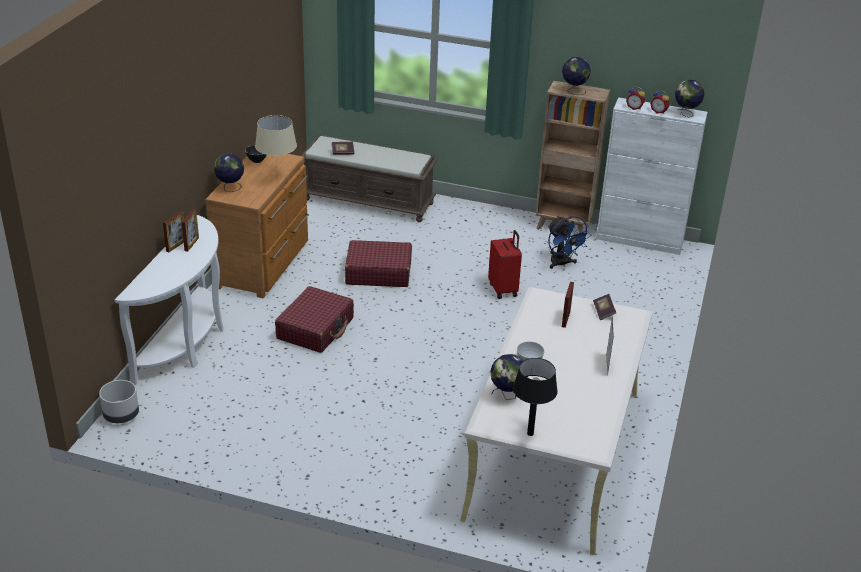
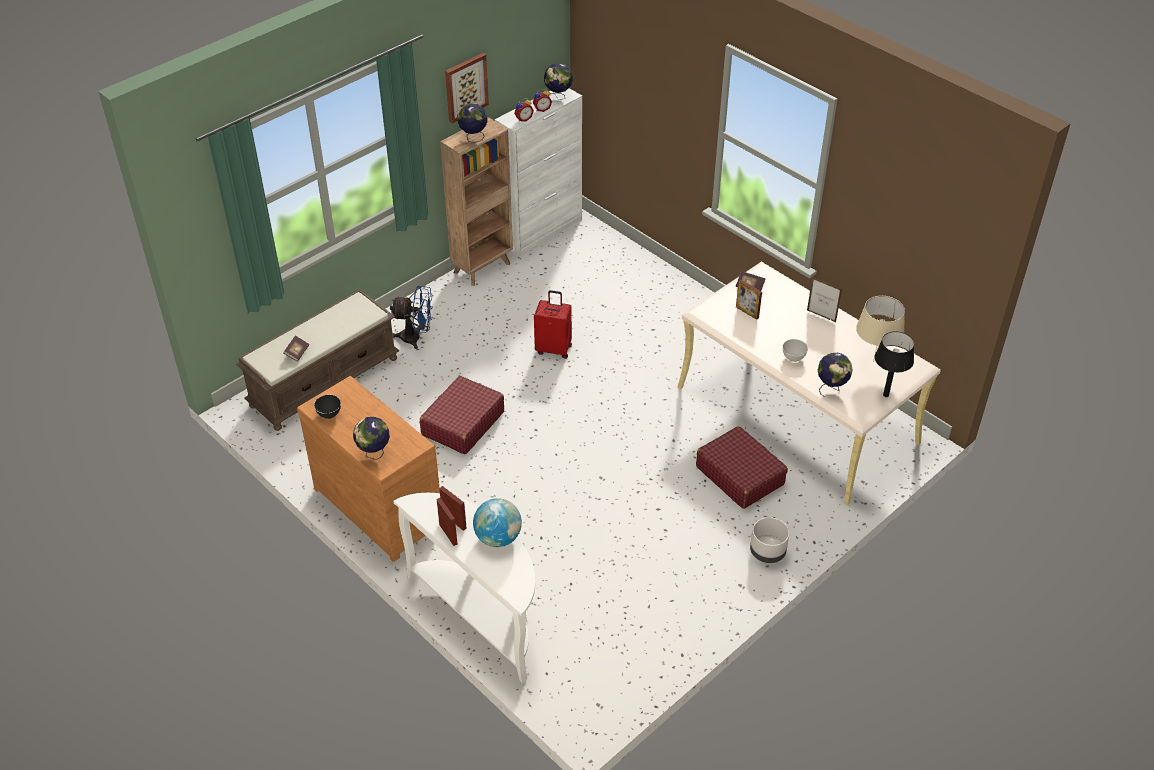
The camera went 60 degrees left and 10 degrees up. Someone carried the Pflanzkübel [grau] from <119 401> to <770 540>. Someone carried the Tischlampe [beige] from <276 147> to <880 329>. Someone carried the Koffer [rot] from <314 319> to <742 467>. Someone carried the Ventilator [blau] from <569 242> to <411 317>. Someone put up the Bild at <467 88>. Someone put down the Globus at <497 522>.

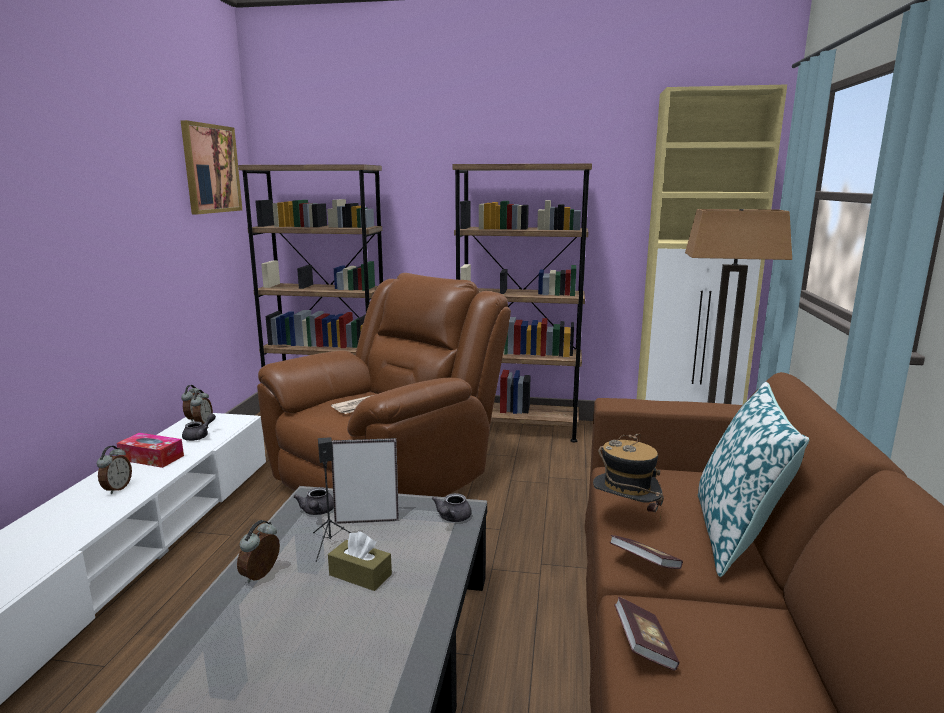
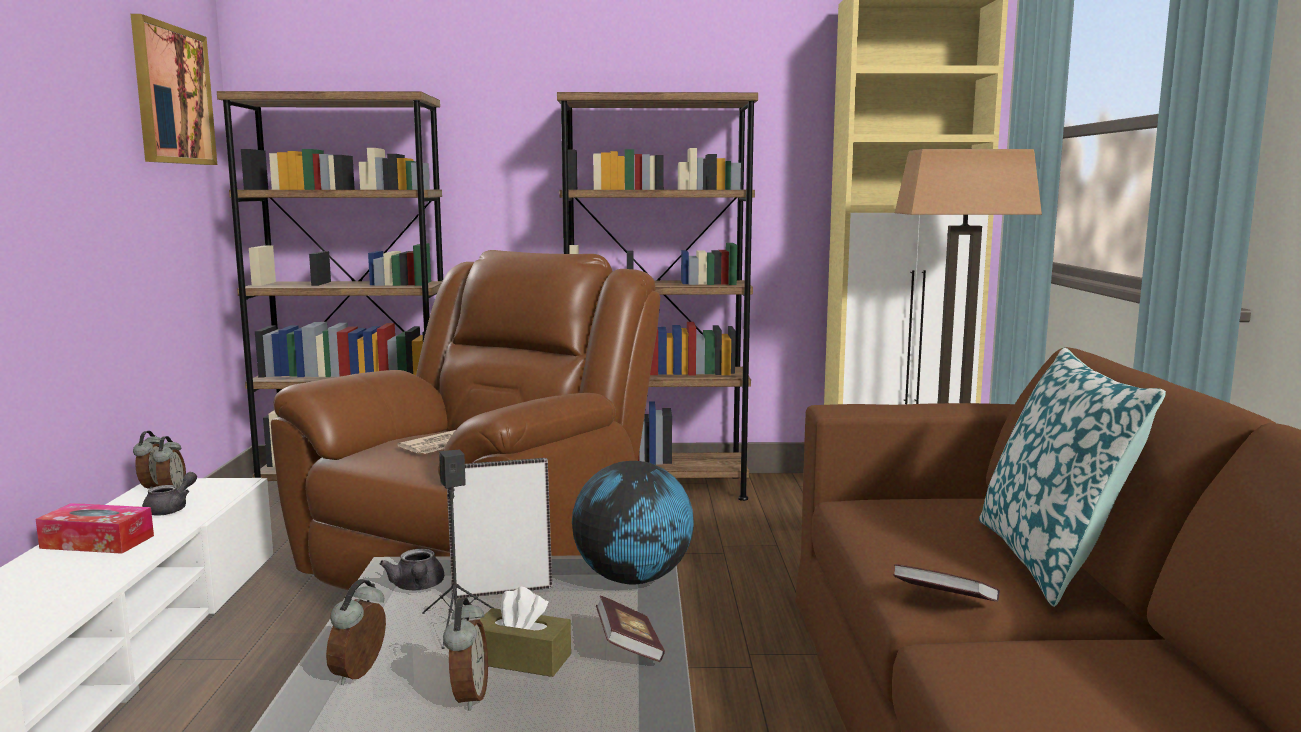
The camera went 10 degrees left and 5 degrees down. Someone carried the Wecker from <114 470> to <465 653>. Someone swapped the Teekanne [grau] at <452 507> for the Globus at <633 523>. Someone took away the Hut at <628 477>. Someone carried the Buch from <646 634> to <630 629>.

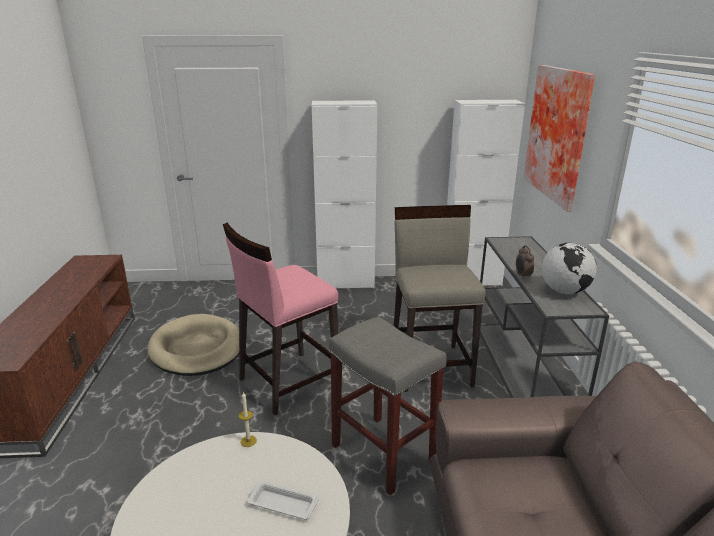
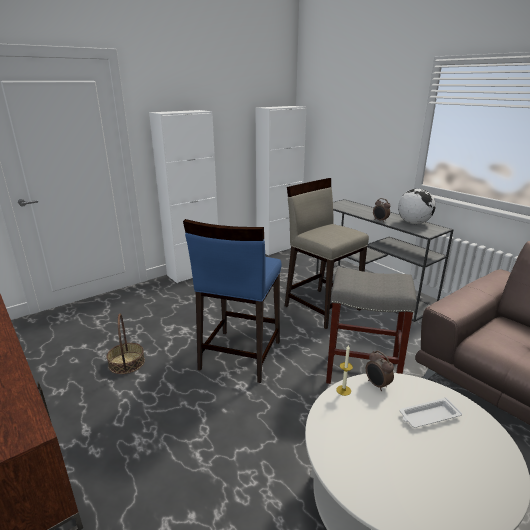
The camera went 35 degrees left and 0 degrees up. Someone swapped the Hundebett [beige] at <193 345> for the Korb at <126 344>. Someone repainted the Hocker [rosa] at <280 319>, which became the Hocker [blau] at <232 301>. Someone took away the Bild at <559 138>. Someone put down the Wecker at <380 370>.

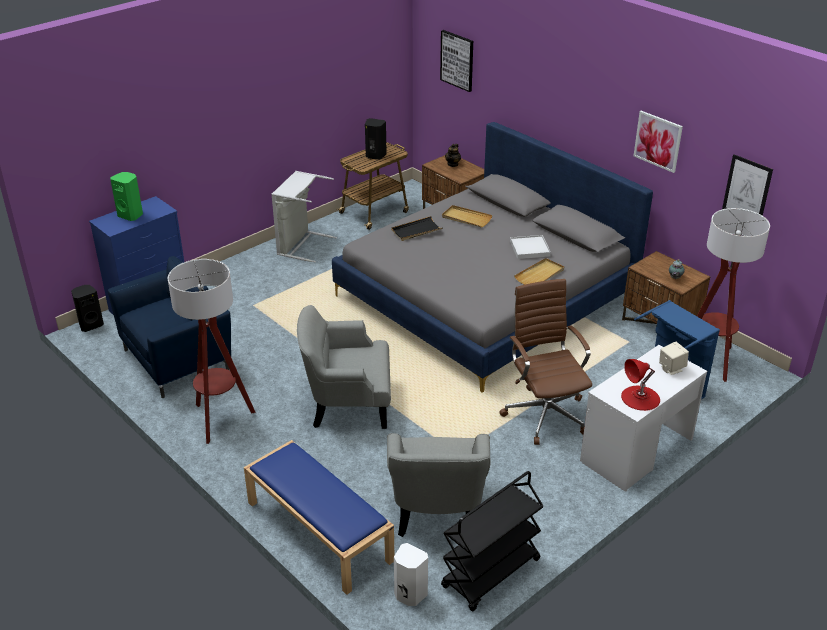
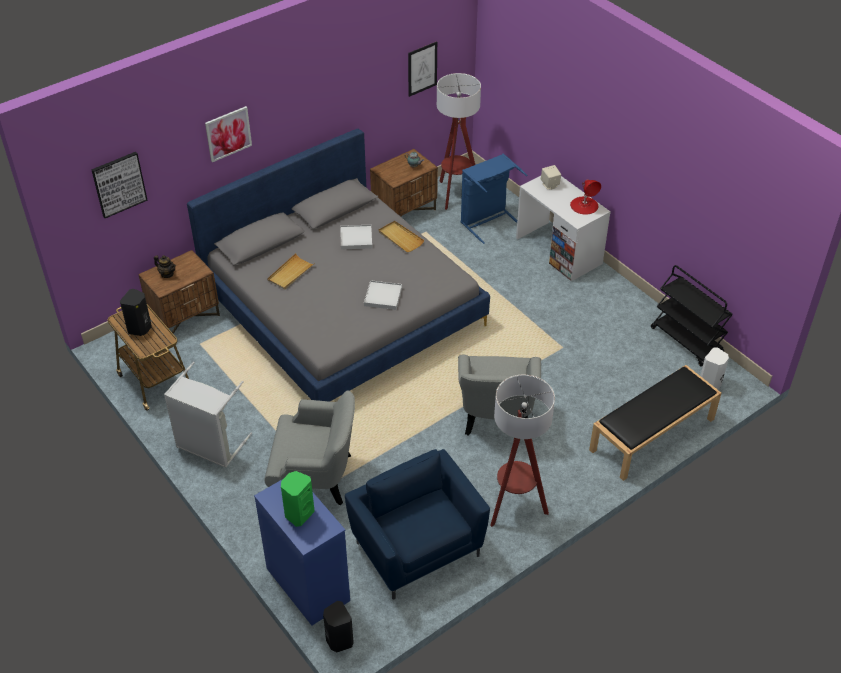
The camera went 85 degrees left and 10 degrees up. Someone repainted the Bank [blau] at <319 517>, which became the Bank [schwarz] at <655 423>. Someone carried the Sessel [grau] from <438 485> to <309 447>. Someone took away the Tablett [schwarz] at <417 228>. Someone took away the Bürostuhl [braun] at <545 362>. Someone carried the Bild from <658 142> to <228 134>. Someone put down the Tablett [weiß] at <383 295>.

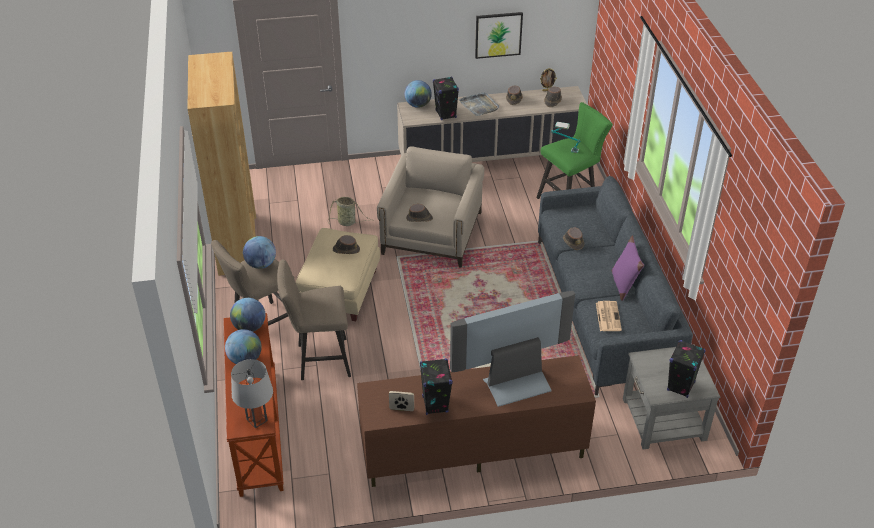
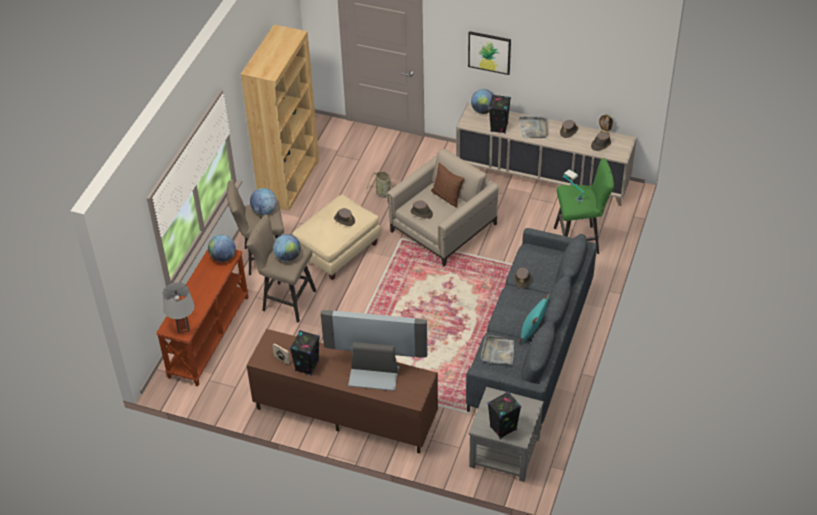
The camera went 30 degrees right and 5 degrees up. Someone carried the Globus from <243 346> to <287 248>. Someone carried the Bild from <499 35> to <489 53>. Someone swapped the Zeitung at <609 316> for the Tablett [grau] at <497 350>. Someone repainted the Kissen [lila] at <627 268>, which became the Kissen [türkis] at <535 318>. Someone put down the Kissen [braun] at <448 185>.

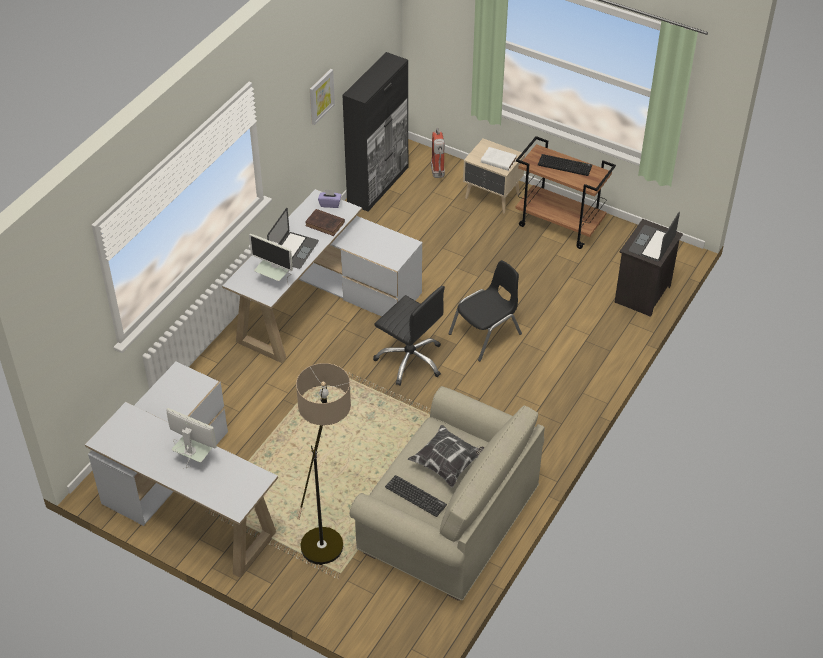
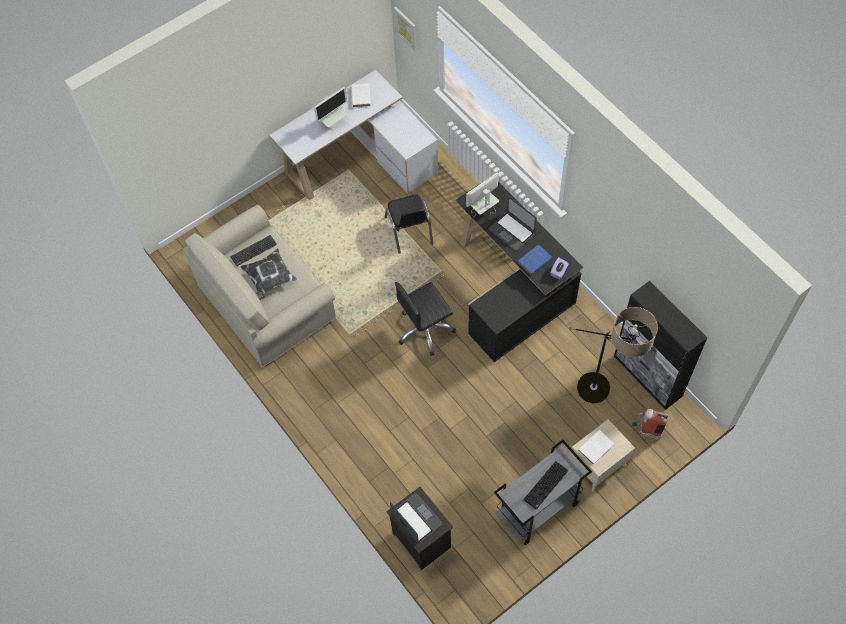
The camera went 115 degrees right and 15 degrees up. Someone repainted the Schreibtisch [weiß] at <322 276>, which became the Schreibtisch [schwarz] at <519 270>. Someone carried the Stehlampe from <323 464> to <613 355>. Someone repainted the Buch [braun] at <325 222>, which became the Buch [blau] at <535 259>. Someone carried the Bild from <322 97> to <405 29>. Someone carried the Stuhl [schwarz] from <485 310> to <409 224>. Someone repainted the Rollwagen [braun] at <566 192>, which became the Rollwagen [grau] at <543 492>. Someone put down the Buch [weiß] at <361 95>.

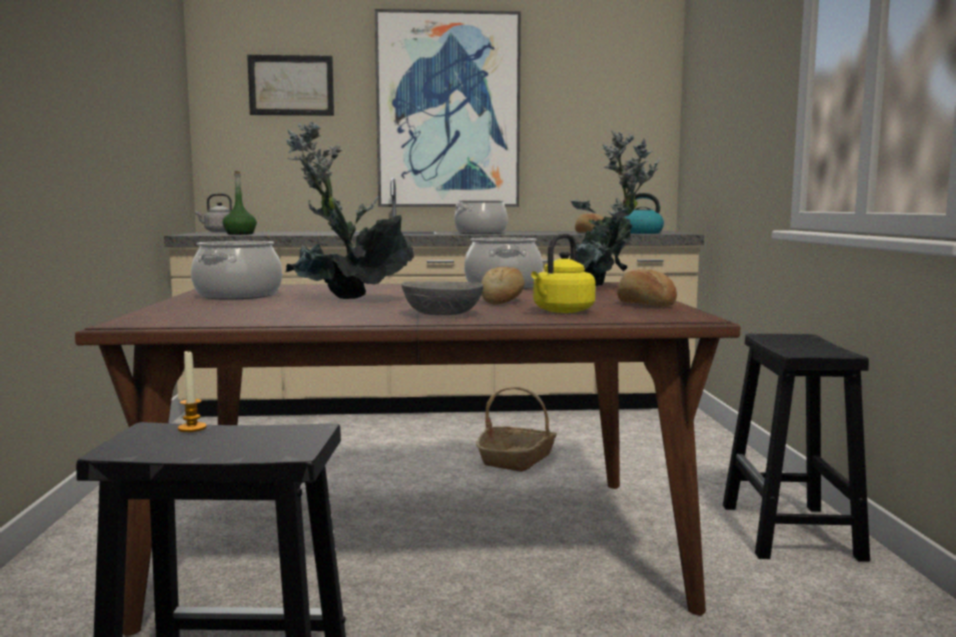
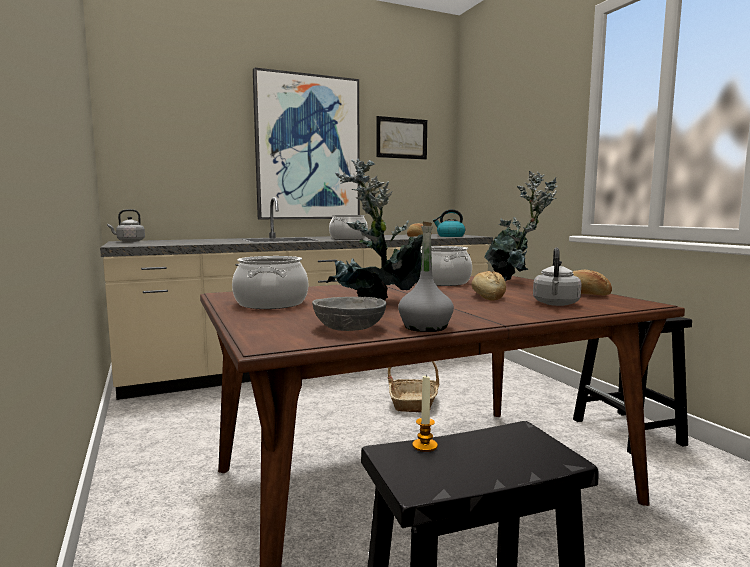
The camera went 20 degrees left and 0 degrees up. Someone took away the Flasche [grün] at <240 203>. Someone carried the Bild from <290 85> to <401 137>. Someone carried the Schüssel [grau] from <442 298> to <349 314>. Someone repainted the Wasserkessel [gelb] at <563 273>, which became the Wasserkessel [grau] at <557 277>. Someone put down the Flasche [grau] at <426 277>.

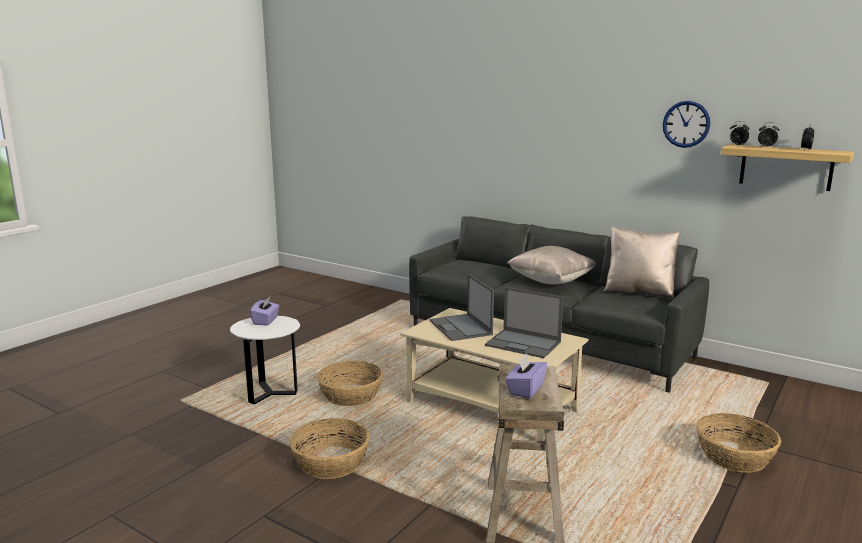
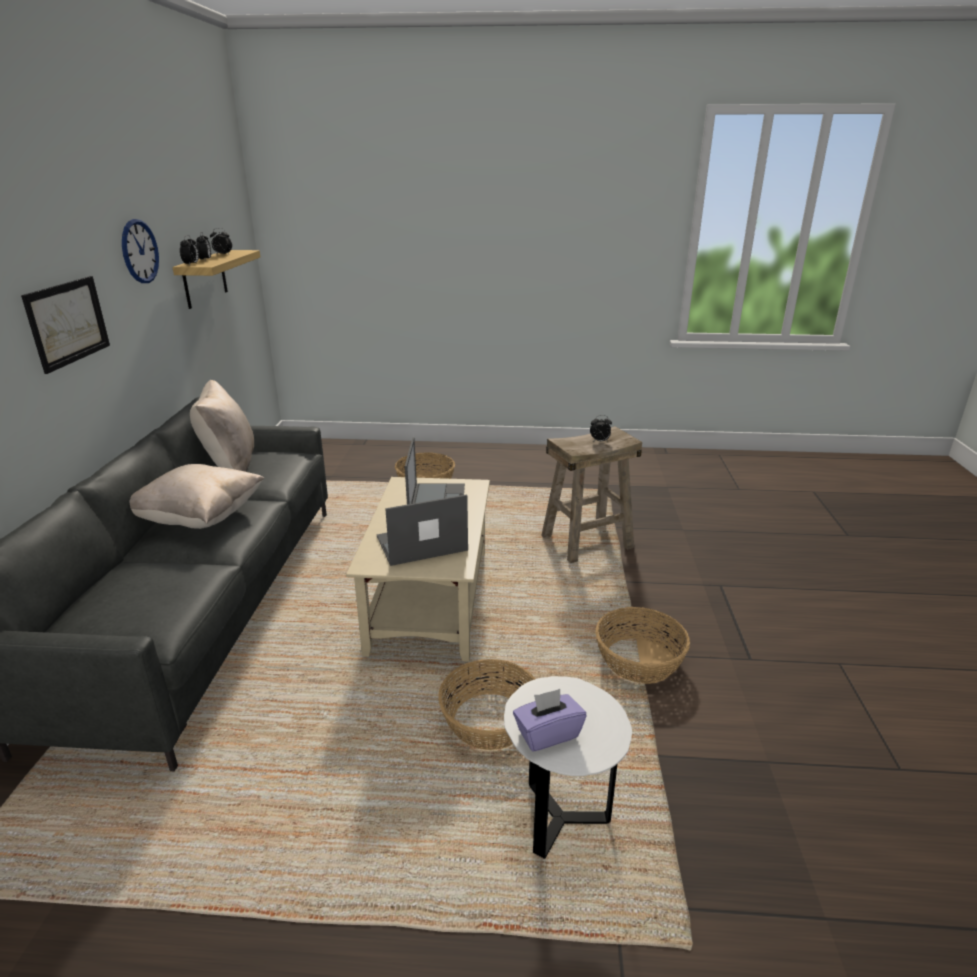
The camera went 120 degrees left and 10 degrees up. Someone rotated the Laptop at <461 307> by 150 degrees counterclockwise. Someone swapped the Taschentuchbox [lila] at <526 376> for the Wecker at <601 428>. Someone put up the Bild at <65 325>.

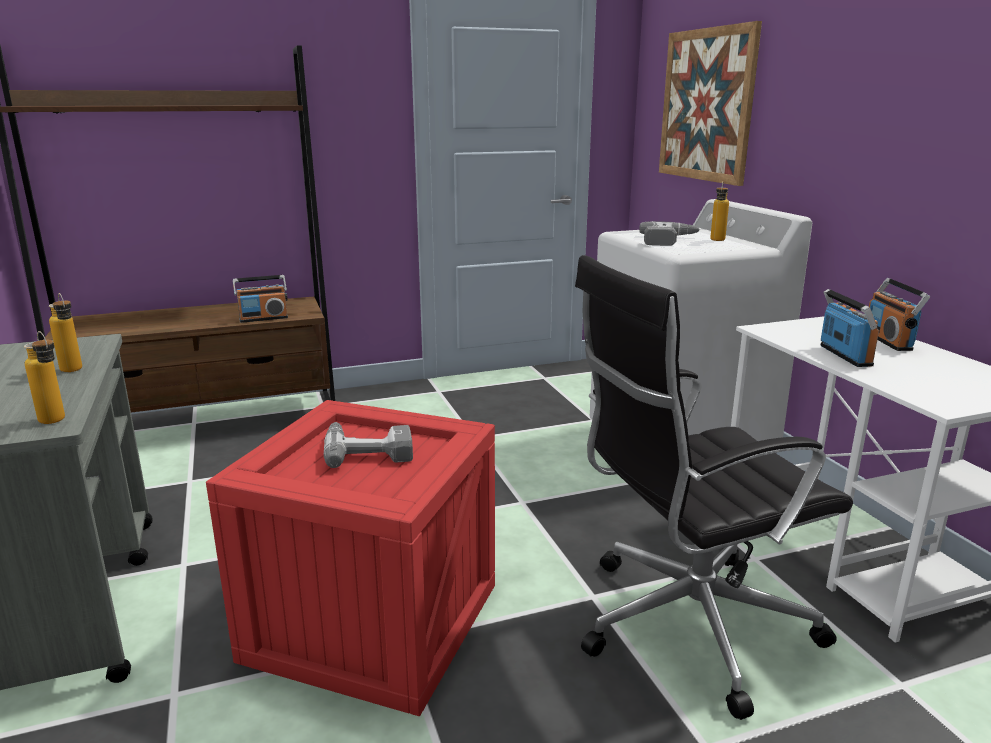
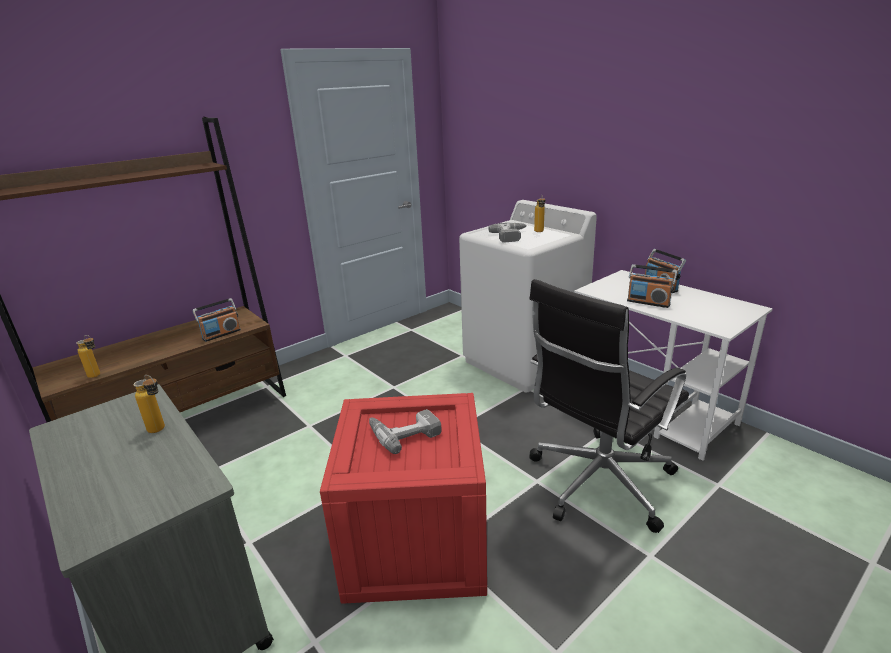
The camera went 20 degrees left and 5 degrees up. Someone carried the Flasche from <44 377> to <88 356>. Someone took away the Bild at <710 103>. Someone rotated the Radio at <849 328> by 150 degrees clockwise.

